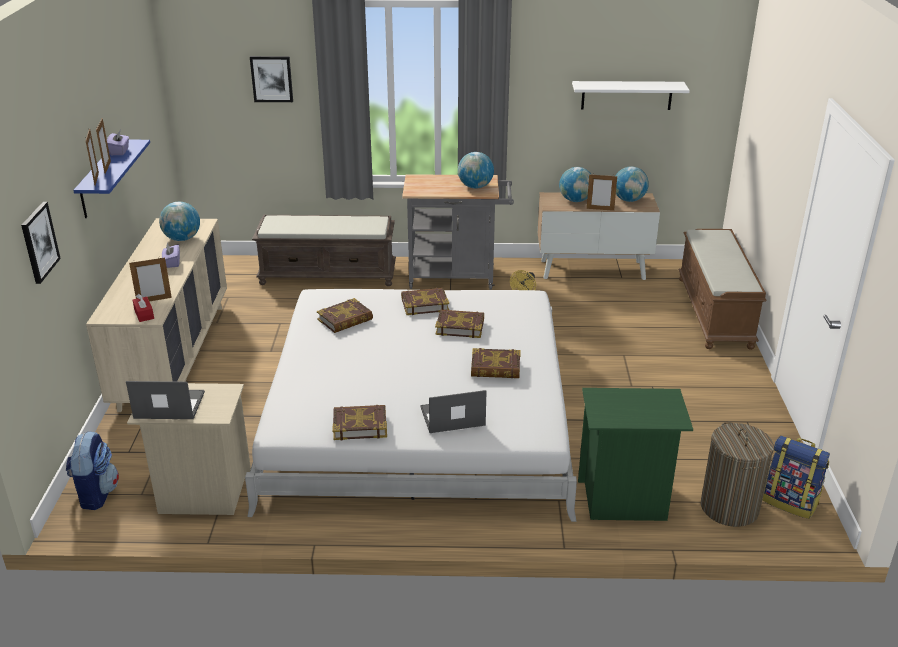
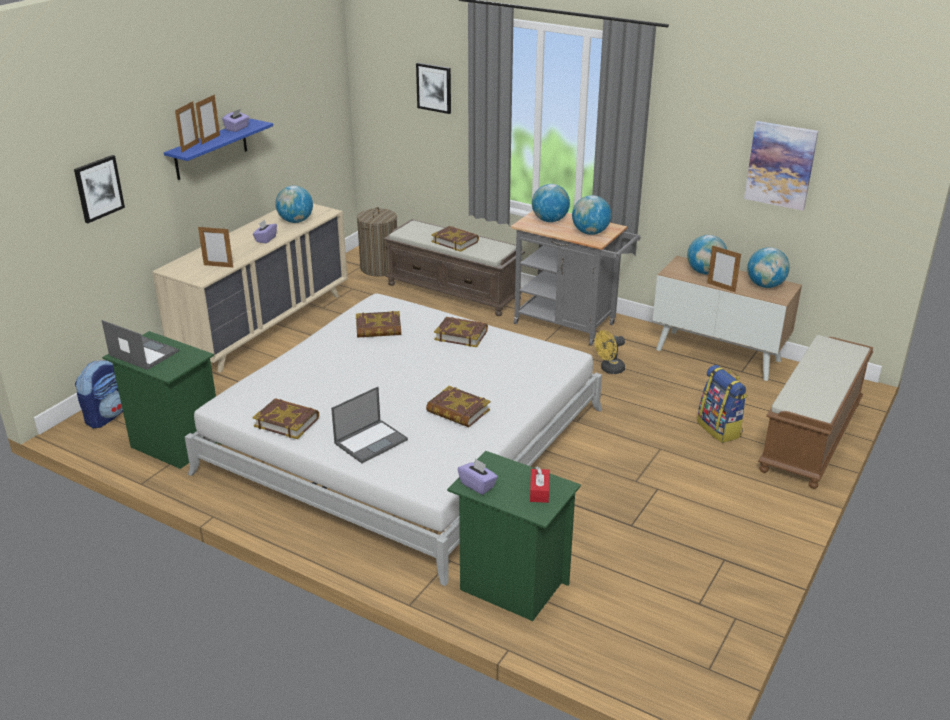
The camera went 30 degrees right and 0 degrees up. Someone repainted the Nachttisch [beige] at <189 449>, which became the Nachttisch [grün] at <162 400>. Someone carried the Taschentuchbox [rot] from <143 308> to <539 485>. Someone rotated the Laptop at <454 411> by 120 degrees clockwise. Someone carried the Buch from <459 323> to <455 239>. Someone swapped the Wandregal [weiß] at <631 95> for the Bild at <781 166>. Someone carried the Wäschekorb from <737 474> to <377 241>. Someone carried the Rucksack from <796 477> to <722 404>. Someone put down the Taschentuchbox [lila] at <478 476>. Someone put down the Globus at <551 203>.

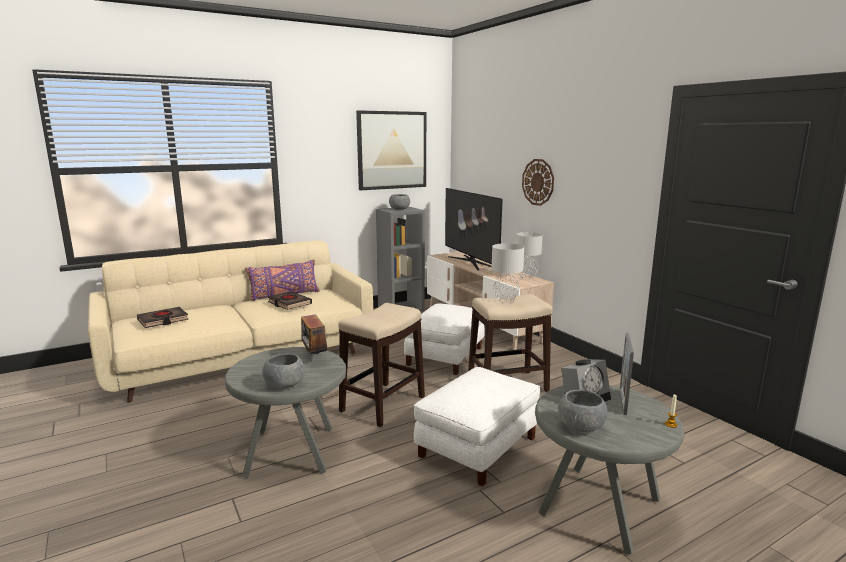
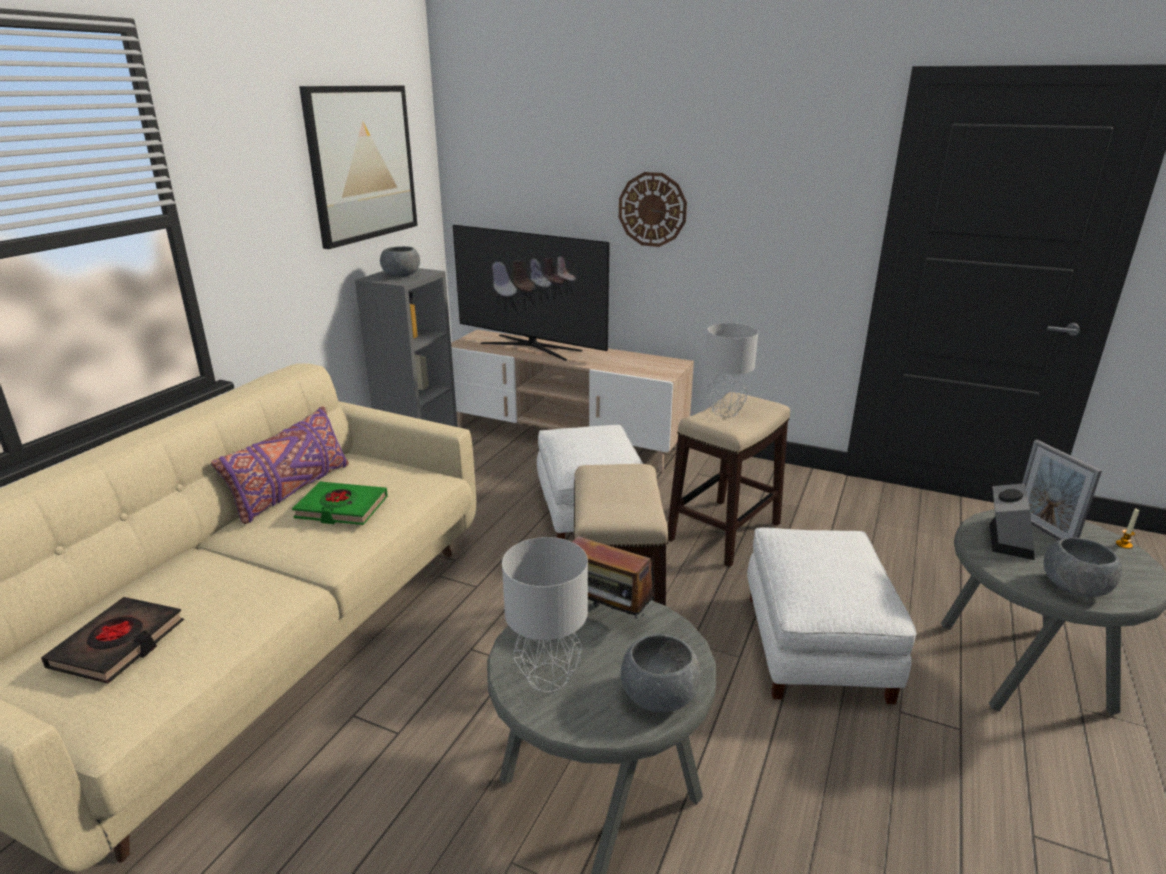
The camera went 35 degrees left and 10 degrees up. Someone repainted the Buch [schwarz] at <290 301>, which became the Buch [grün] at <340 503>. Someone carried the Tischlampe [grau] from <529 256> to <545 614>.

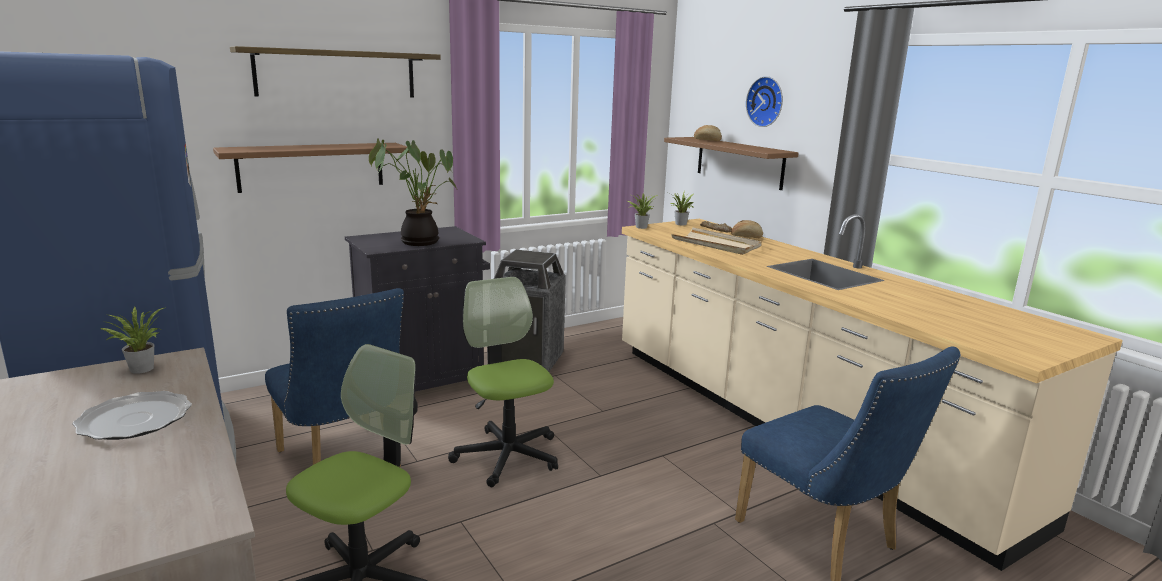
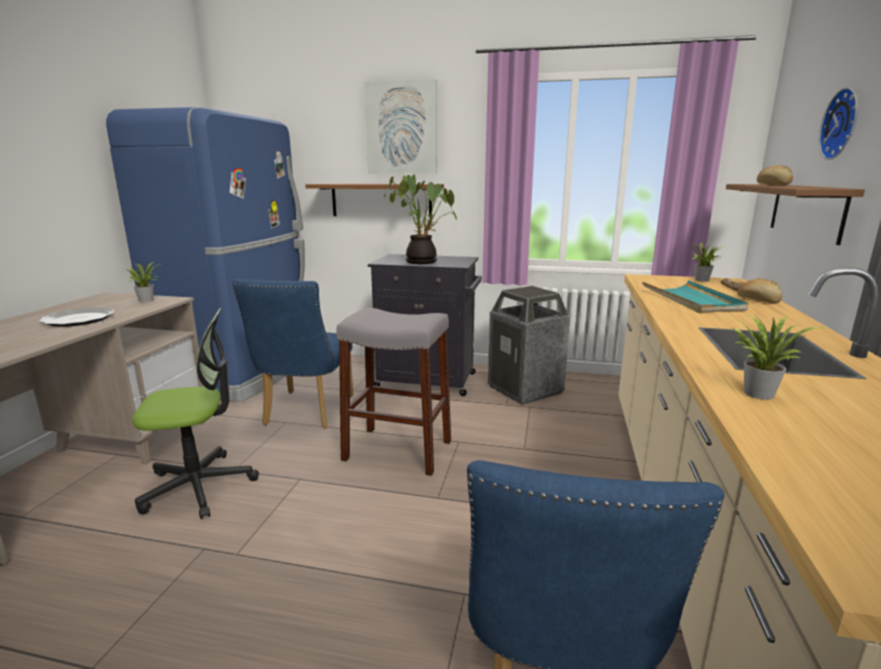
The camera went 45 degrees right and 0 degrees up. Someone swapped the Wandregal at <335 71> for the Bild at <400 126>. Someone swapped the Bürostuhl at <503 382> for the Hocker [grau] at <393 392>. Someone carried the Topfpflanze from <642 211> to <776 357>. Someone repainted the Tablett [beige] at <716 241>, which became the Tablett [türkis] at <695 296>.

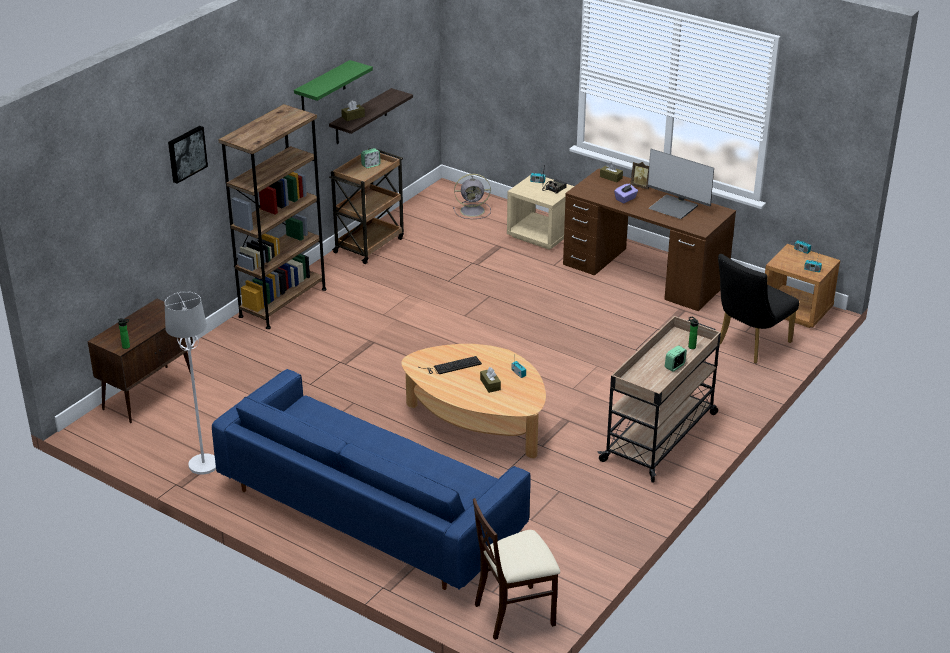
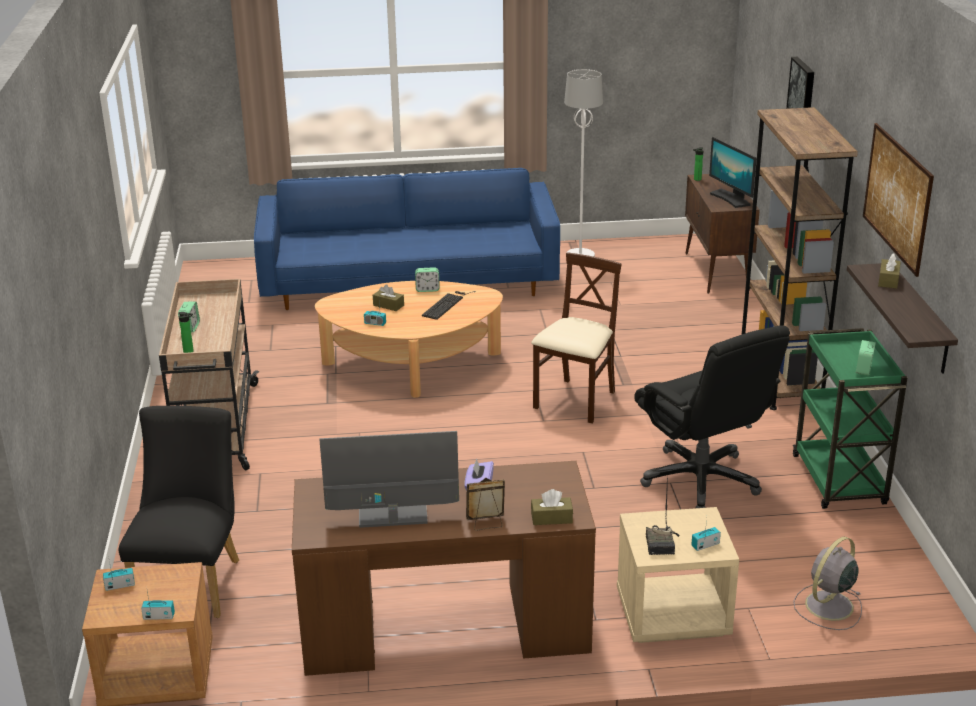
The camera went 140 degrees right and 5 degrees down. Someone swapped the Wandregal [grün] at <333 85> for the Bild at <898 200>. Someone repainted the Rollwagen [braun] at <366 206>, which became the Rollwagen [grün] at <850 418>. Someone carried the Stuhl [beige] from <516 569> to <576 338>. Someone put down the Wecker at <427 279>. Someone put down the Bürostuhl [schwarz] at <712 416>. Someone put down the Monitor at <732 172>.

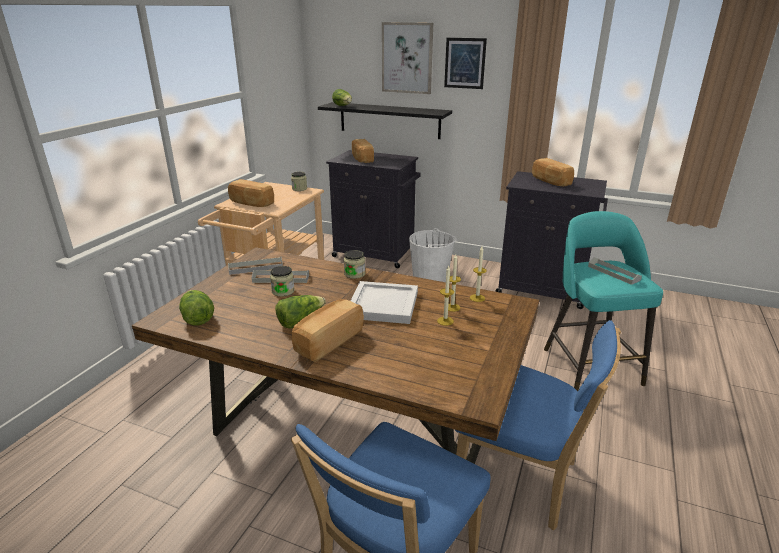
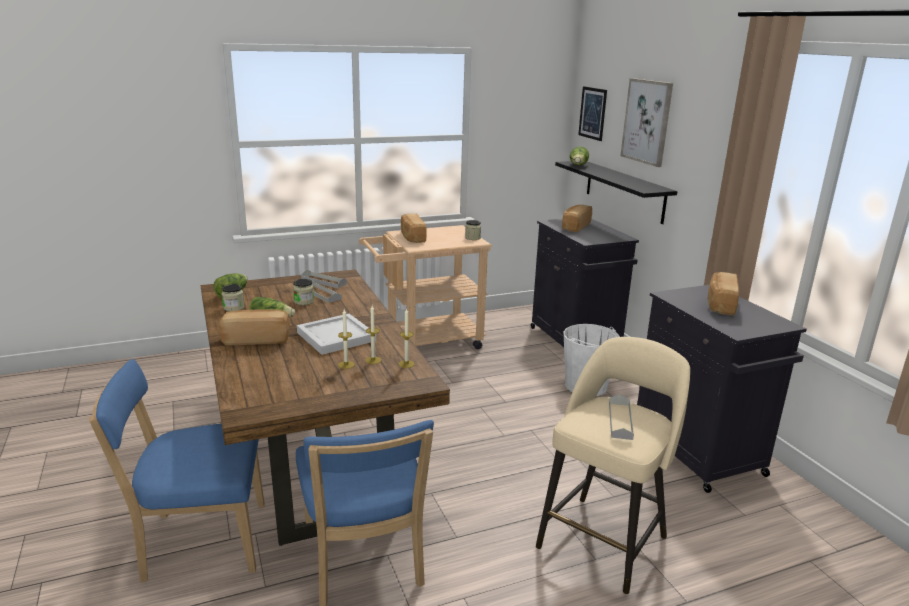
The camera went 45 degrees right and 5 degrees down. Someone carried the Vorratsglas from <354 264> to <233 297>. Someone carried the Bild from <465 63> to <592 113>. Someone repainted the Hocker [türkis] at <603 301>, which became the Hocker [beige] at <613 465>.

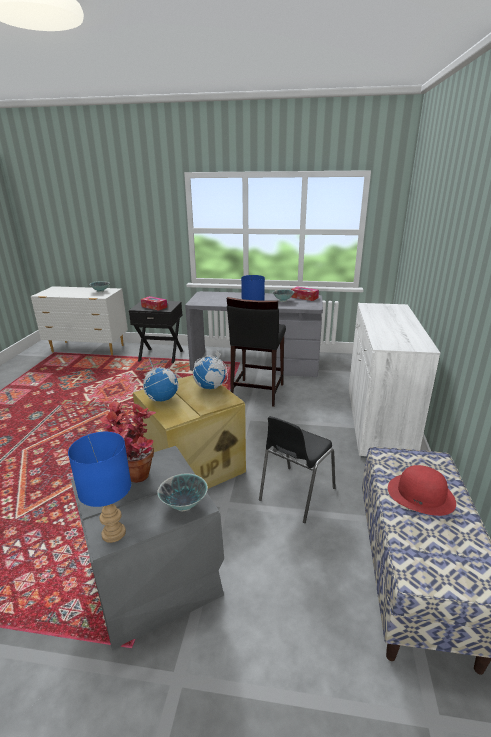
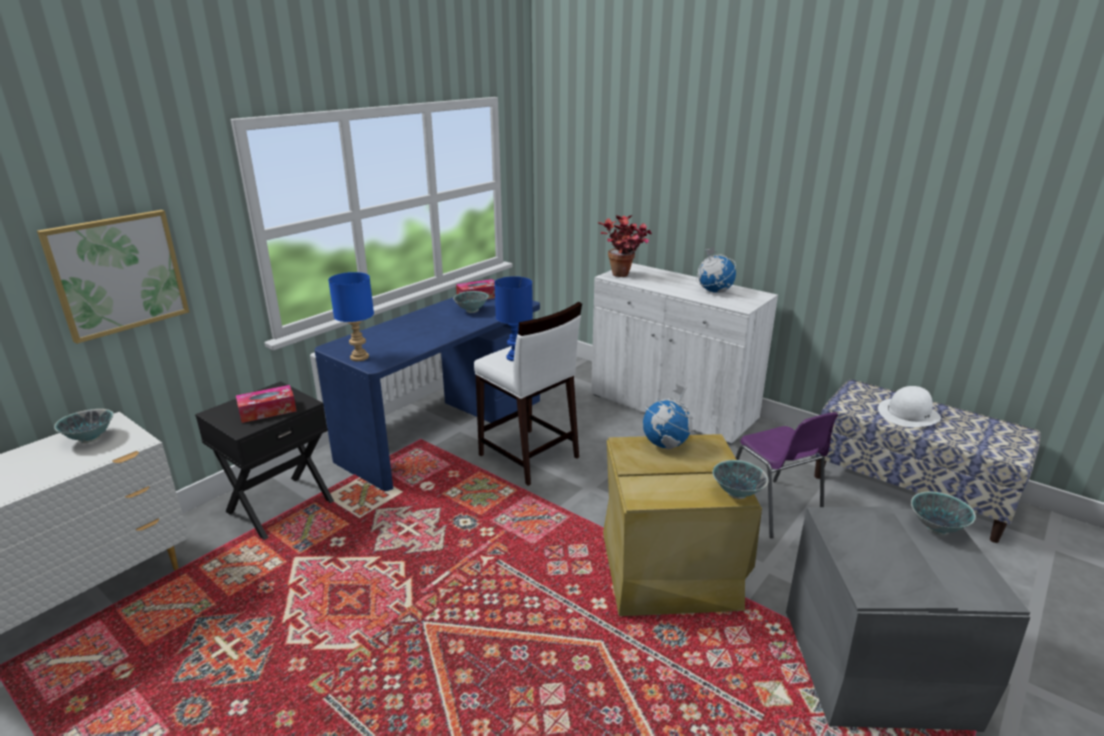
The camera went 60 degrees left and 0 degrees up. Someone carried the Tischlampe [blau] from <99 487> to <351 316>. Someone carried the Topfpflanze from <127 442> to <625 246>. Someone carried the Globus from <160 379> to <716 270>. Someone repainted the Schreibtisch [grau] at <254 334>, which became the Schreibtisch [blau] at <427 394>. Someone repainted the Hocker [schwarz] at <256 352>, which became the Hocker [weiß] at <528 394>. Someone repainted the Stuhl [schwarz] at <297 469>, which became the Stuhl [lila] at <787 475>. Someone repainted the Hut [rot] at <422 490>, which became the Hut [weiß] at <909 406>. Someone put up the Bild at <113 277>. Someone put down the Schüssel at <740 479>.

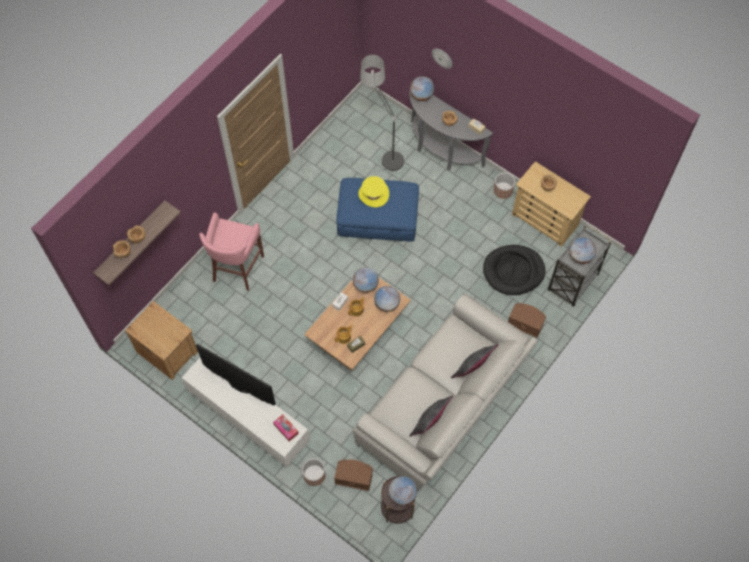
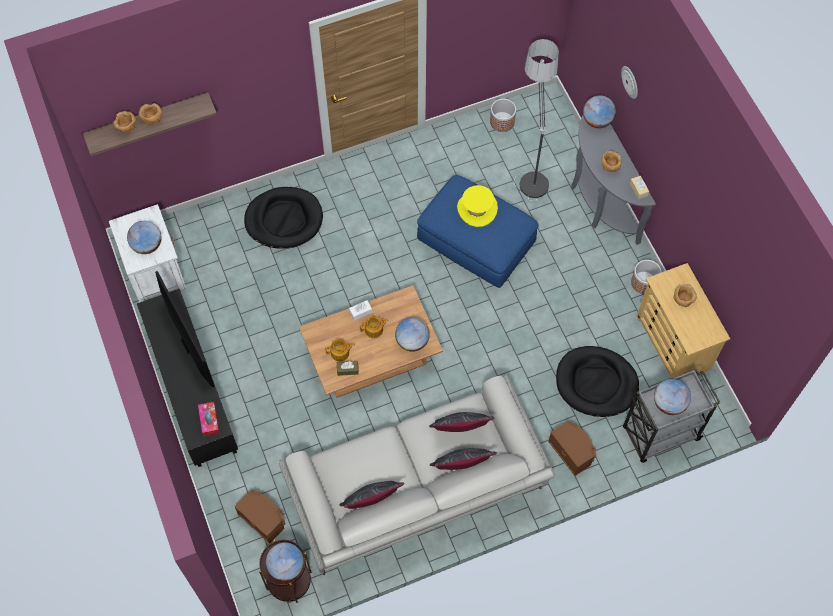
The camera went 30 degrees right and 0 degrees up. Someone repainted the Nachttisch [braun] at <161 340>, which became the Nachttisch [weiß] at <147 253>. Someone repainted the Fernsehschrank [weiß] at <246 413>, which became the Fernsehschrank [schwarz] at <187 378>. Someone swapped the Hocker [rosa] at <231 251> for the Hundebett [schwarz] at <283 218>. Someone carried the Pflanzkübel from <313 472> to <503 115>. Someone carried the Globus from <366 280> to <144 237>. Someone put down the Kissen [grau] at <462 422>.

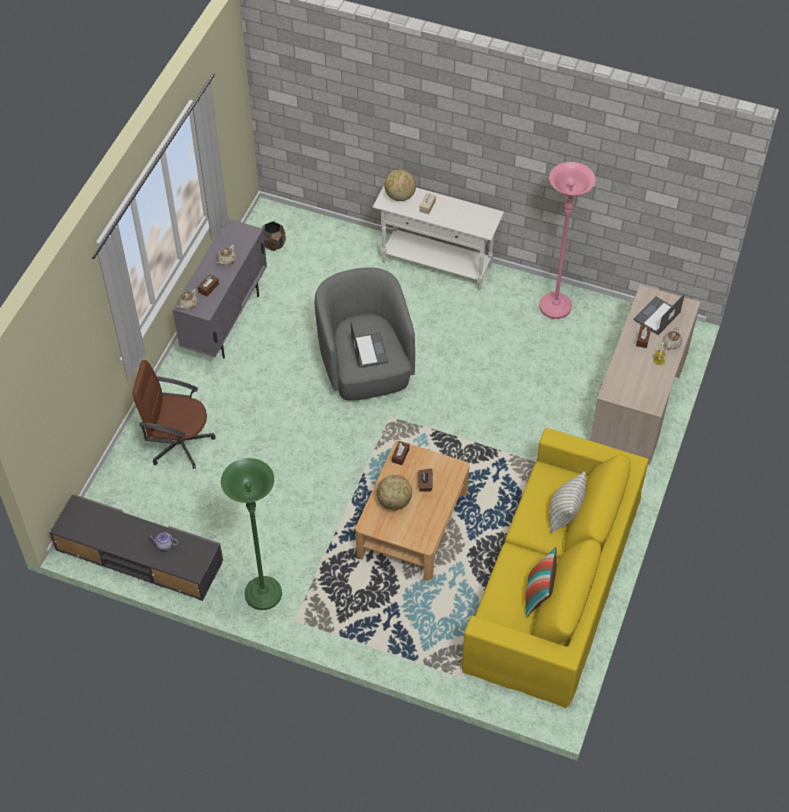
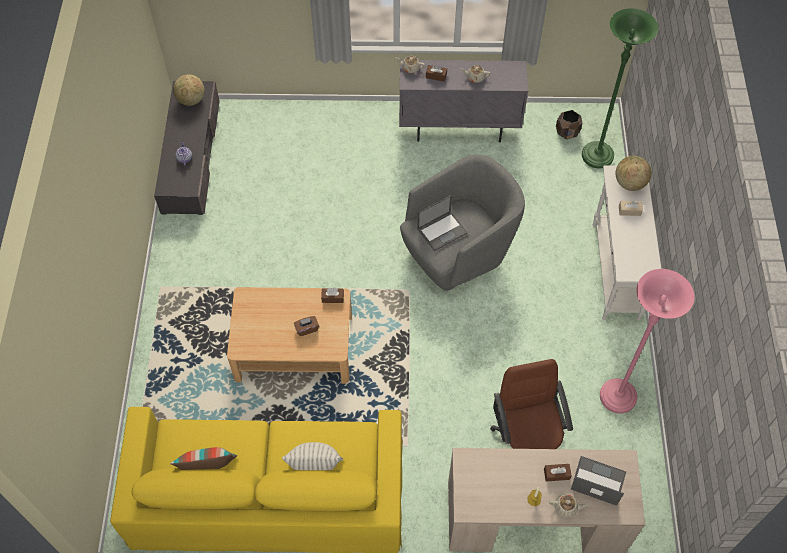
The camera went 70 degrees right and 5 degrees up. Someone carried the Bürostuhl [braun] from <173 414> to <531 404>. Someone carried the Stehlampe [grün] from <251 534> to <620 88>. Someone carried the Globus from <394 492> to <189 90>.

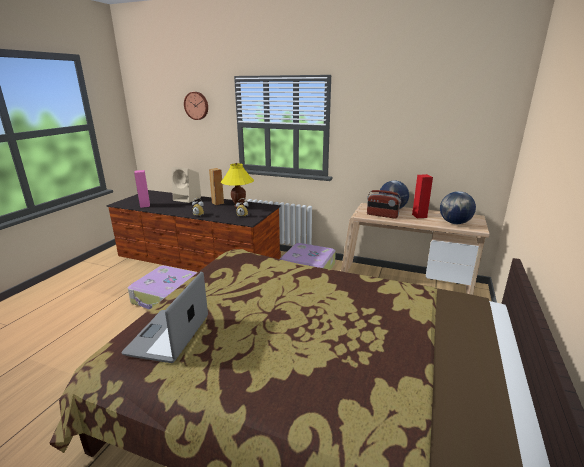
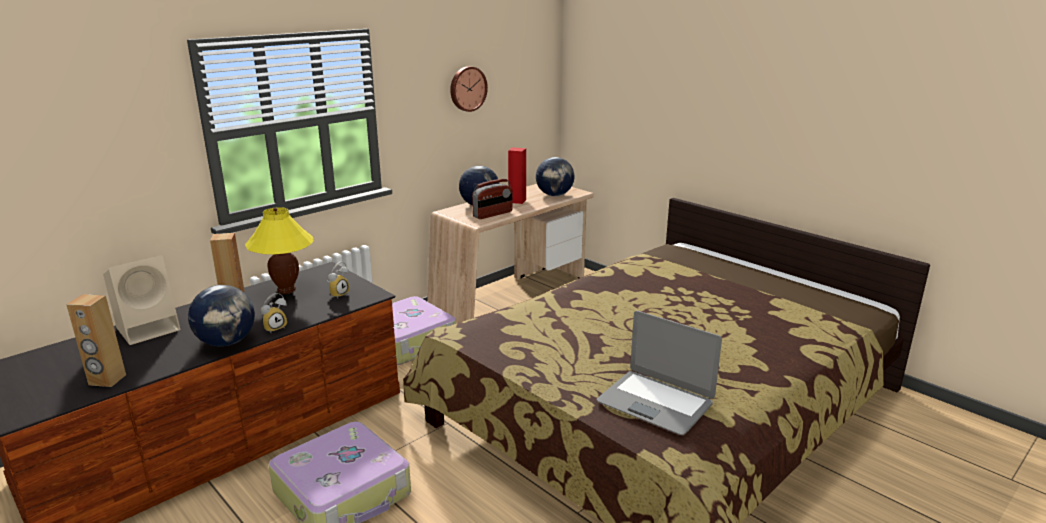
The camera went 65 degrees left and 0 degrees up. Someone repainted the Lautsprecher [rosa] at <142 189>, which became the Lautsprecher [braun] at <96 340>. Someone carried the Wanduhr from <196 106> to <469 89>. Someone put down the Globus at <221 315>.

